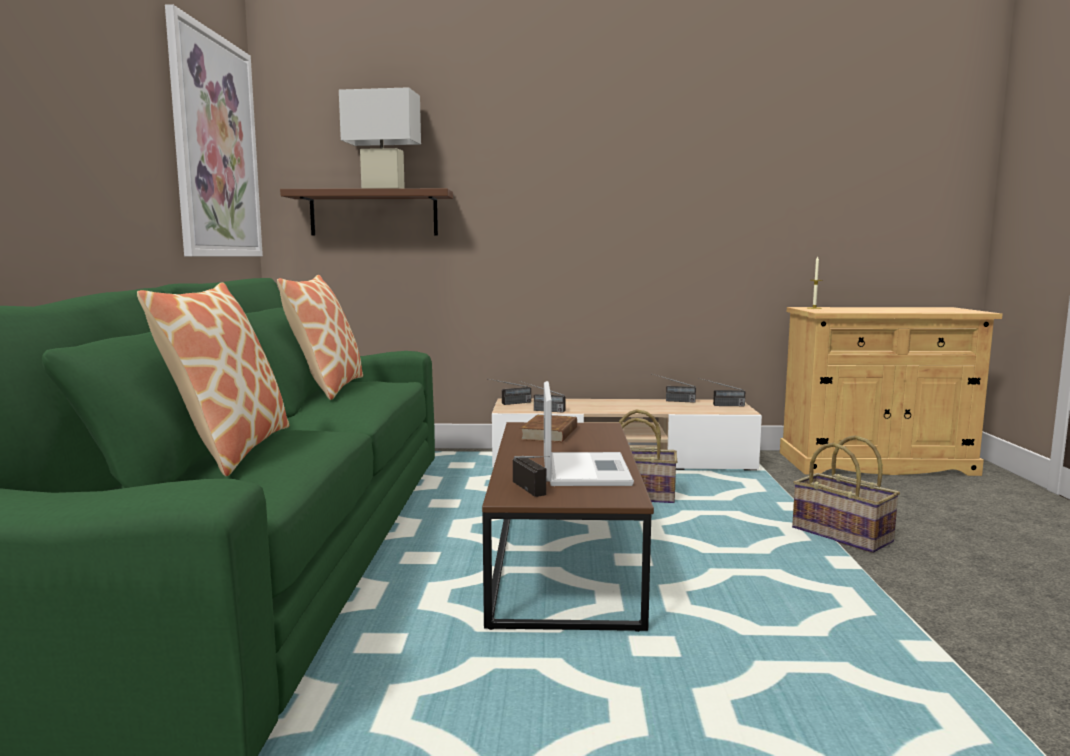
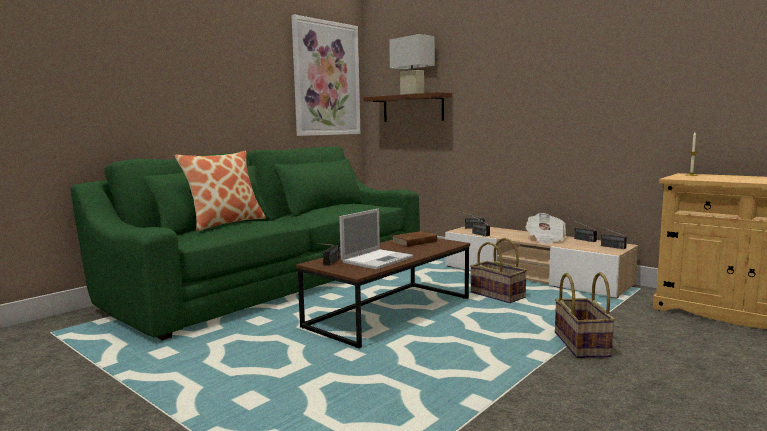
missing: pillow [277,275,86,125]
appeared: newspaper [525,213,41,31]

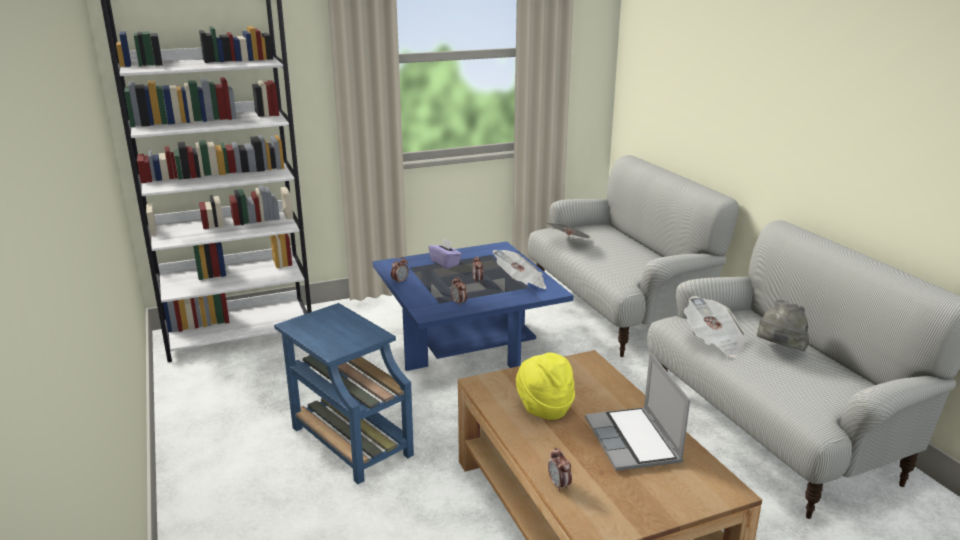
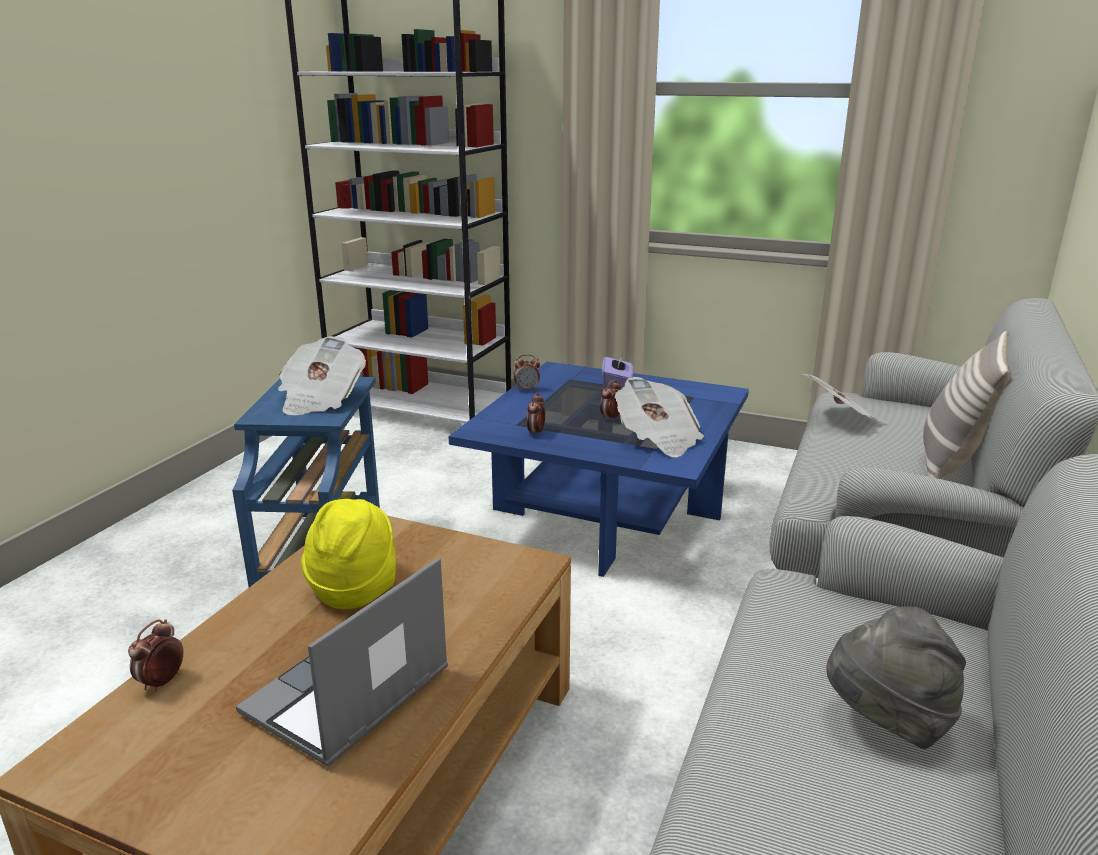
appeared: pillow [923,331,87,148]
relocated: newspaper [684,296,64,61] to [278,336,88,79]

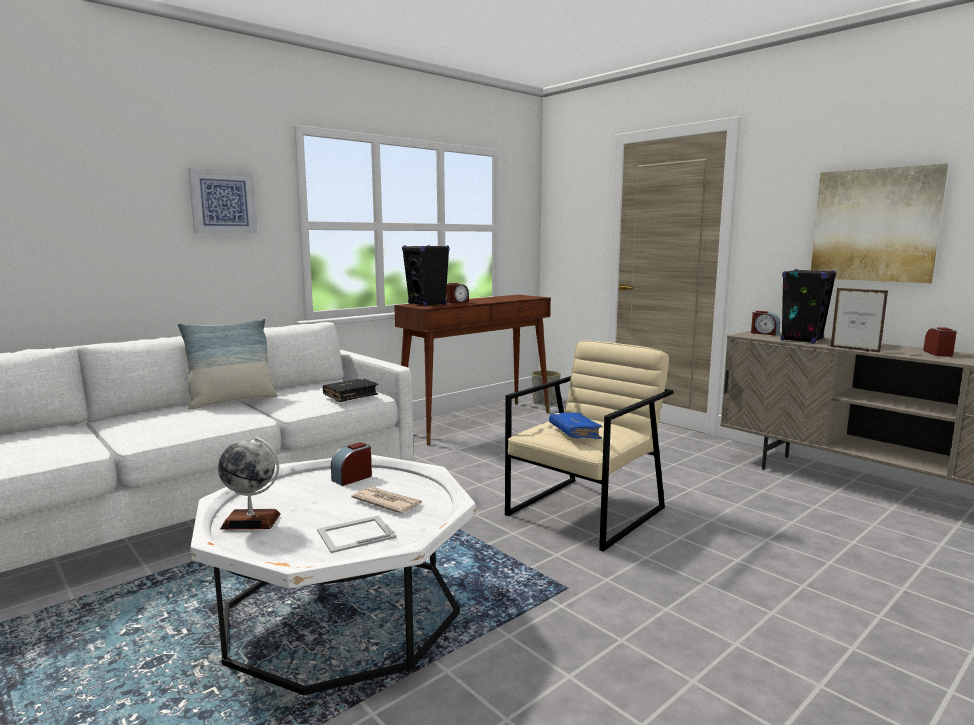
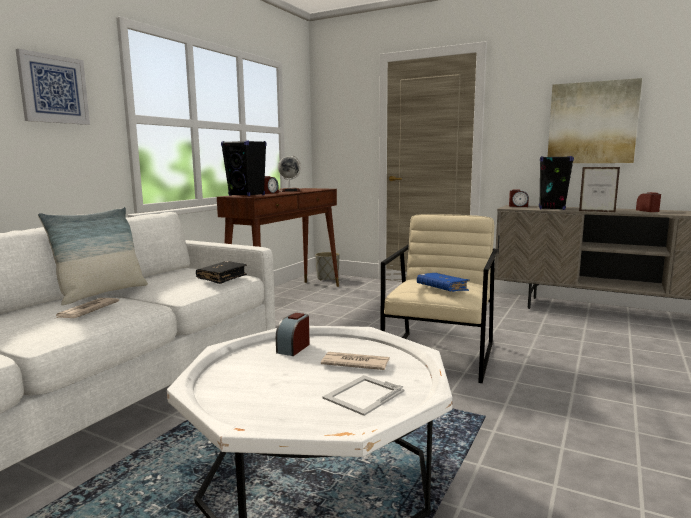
appeared: newspaper [56,298,63,20]
relocated: globe [218,437,63,93] to [278,155,23,37]

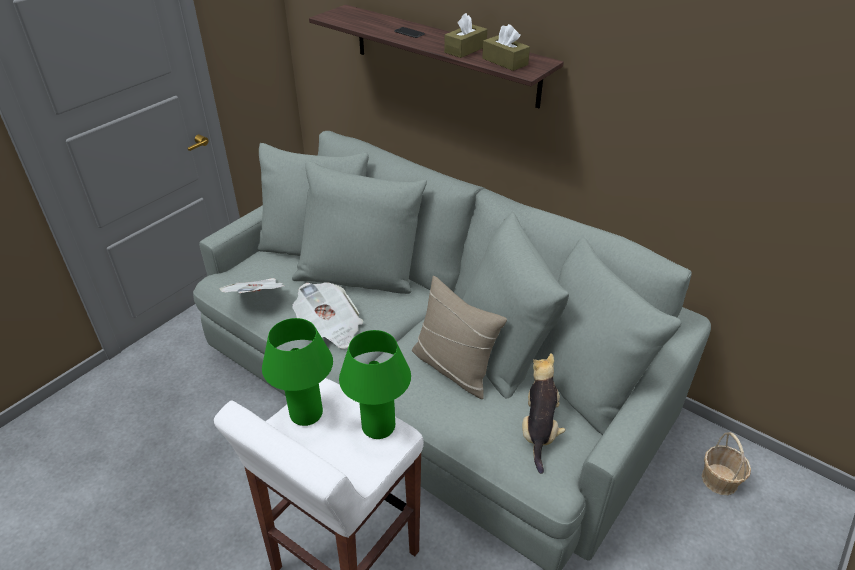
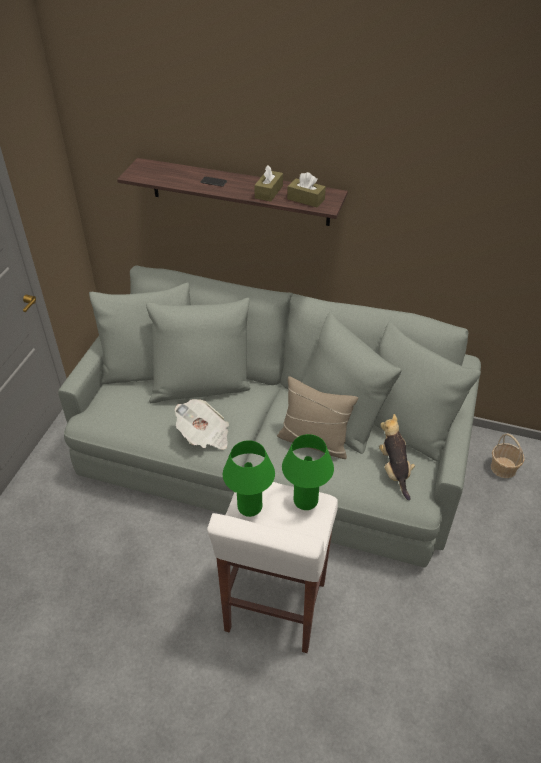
missing: newspaper [220,278,64,15]

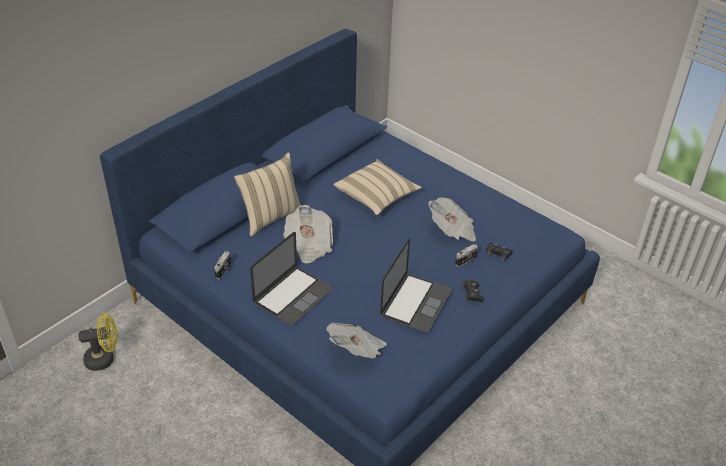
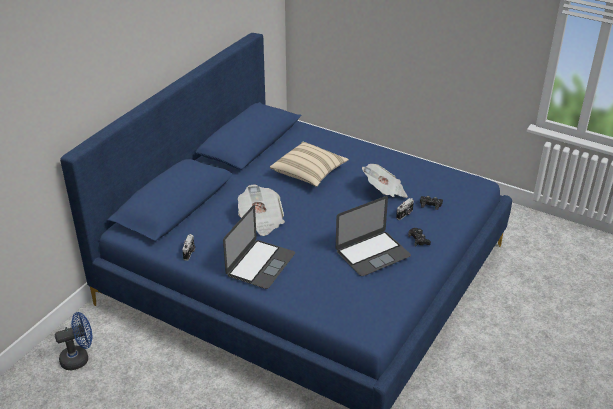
missing: beige pillow [234,152,67,85]; newspaper [326,323,61,36]
colour: yellow fan [78,313,39,58] to blue fan [55,312,38,58]
spun: laptop [380,239,72,94] = [336,196,75,80] 45 degrees clockwise

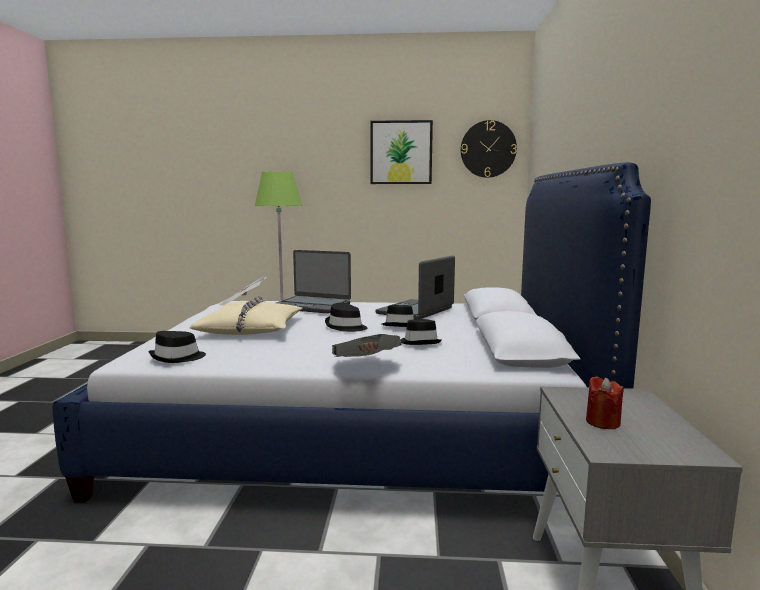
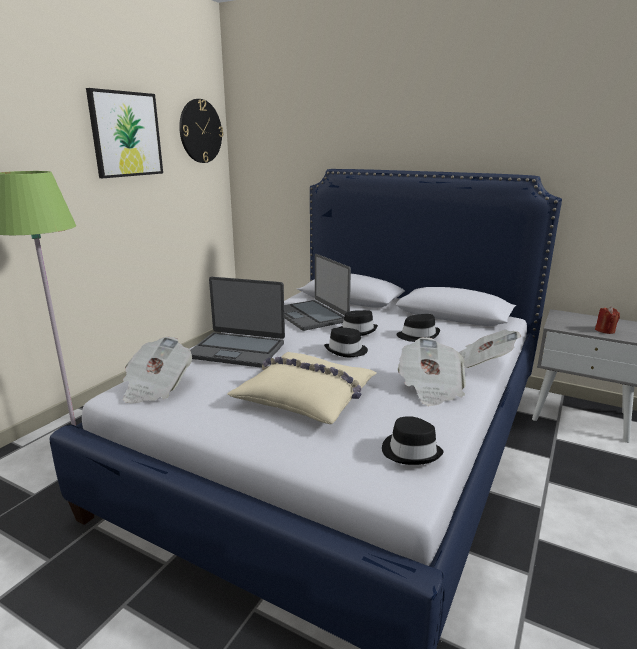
appeared: newspaper [397,337,69,69]
spun: laptop [276,250,75,64] = [190,277,95,91] 60 degrees clockwise

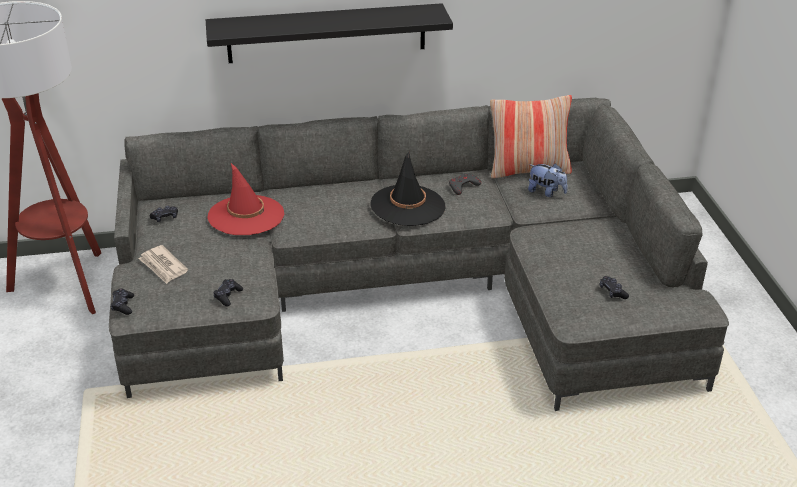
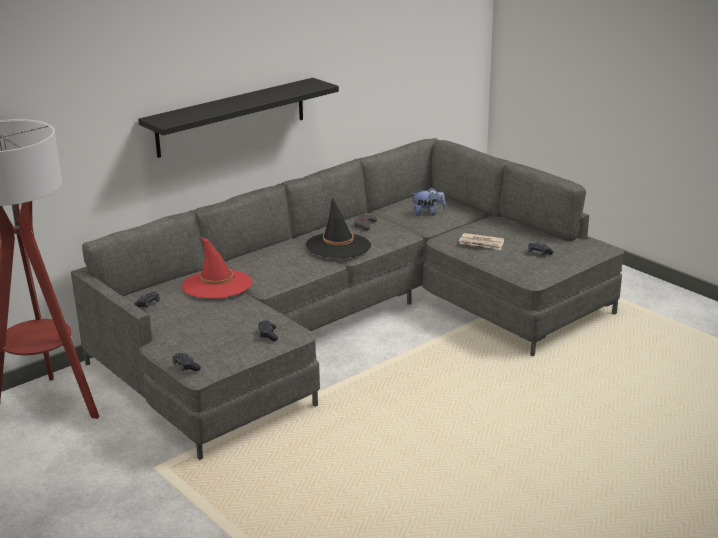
missing: pillow [490,95,82,84]
relocated: newspaper [138,245,50,39] to [459,233,45,17]

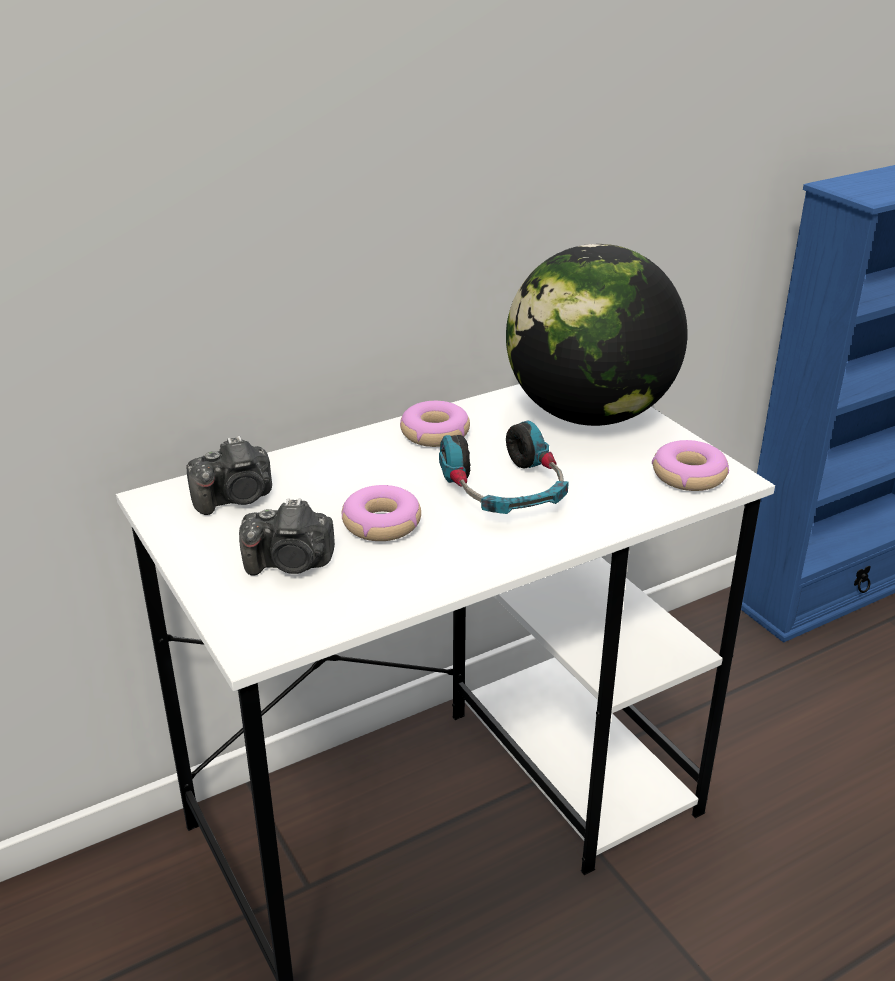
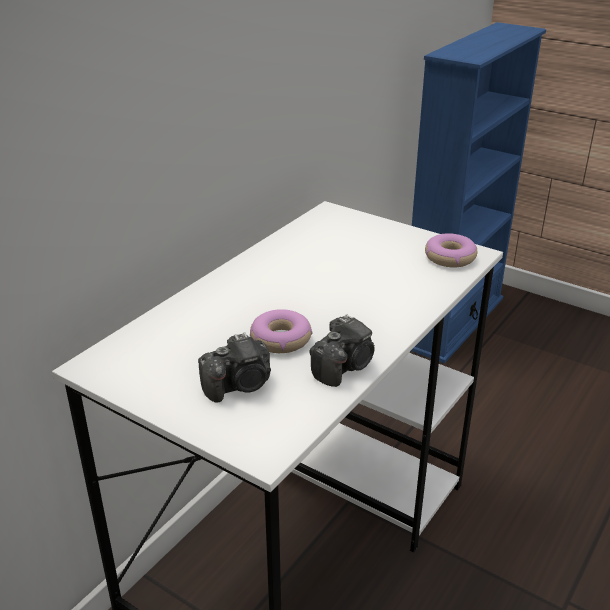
missing: globe [506,244,182,182]; donut [400,401,70,46]; headphones [439,421,130,93]
relocated: photo camera [186,436,86,79] to [309,314,66,73]

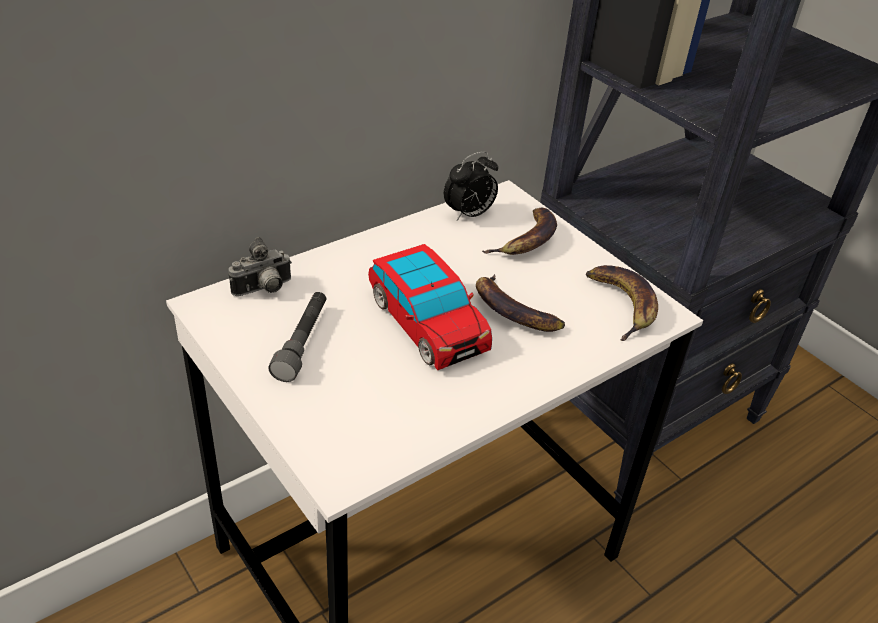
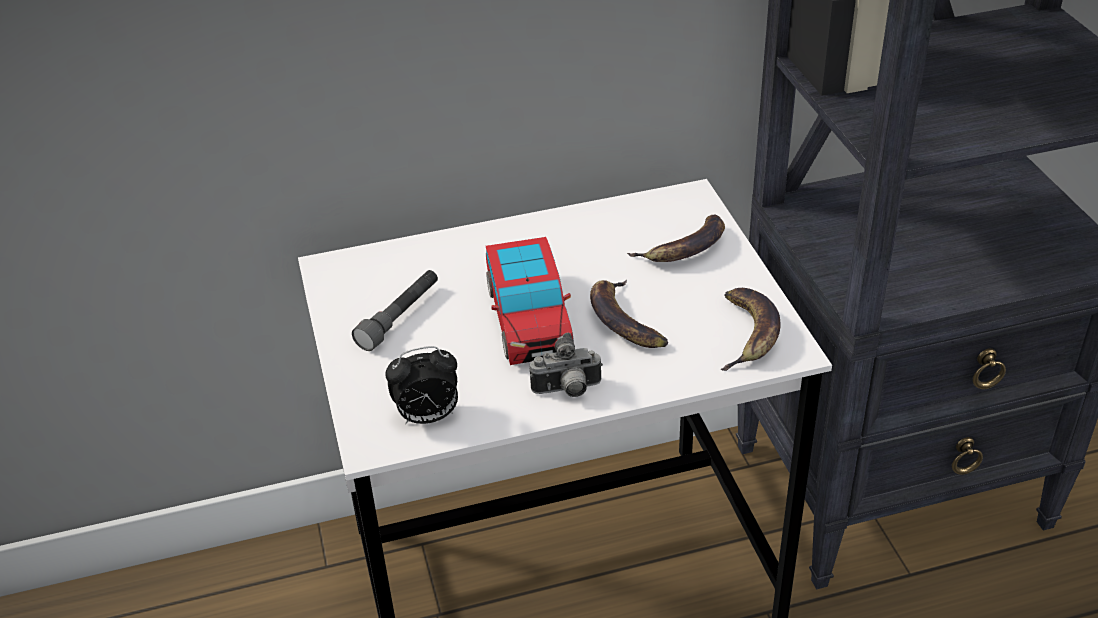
relocated: alarm clock [444,151,54,69] to [385,346,73,78]; photo camera [228,237,64,59] to [530,333,72,64]

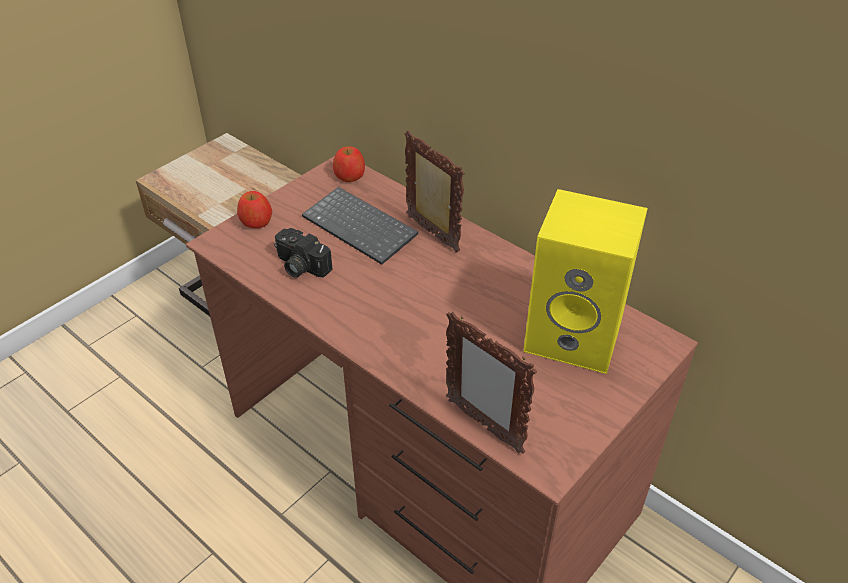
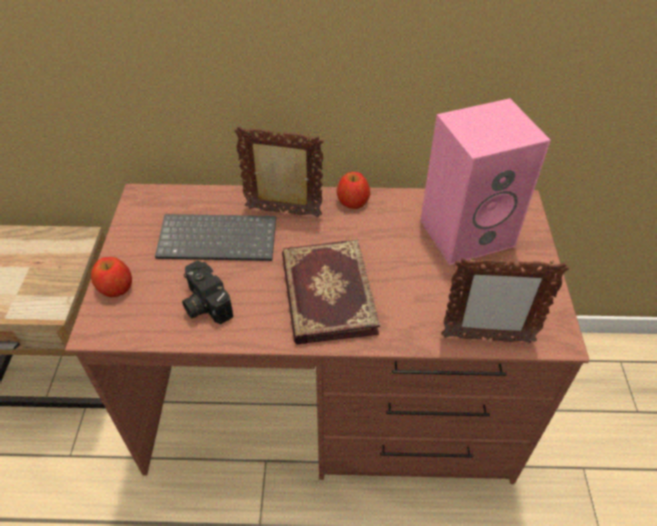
appeared: book [282,239,98,105]
relocated: apple [333,146,32,36] to [337,172,33,37]
colour: yellow speaker [523,189,125,185] to pink speaker [420,98,131,167]
spun: photo camera [274,228,58,50] = [182,260,51,65] 60 degrees clockwise

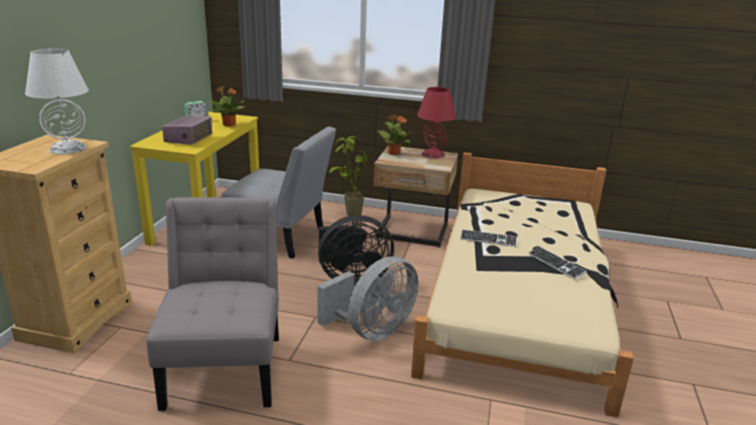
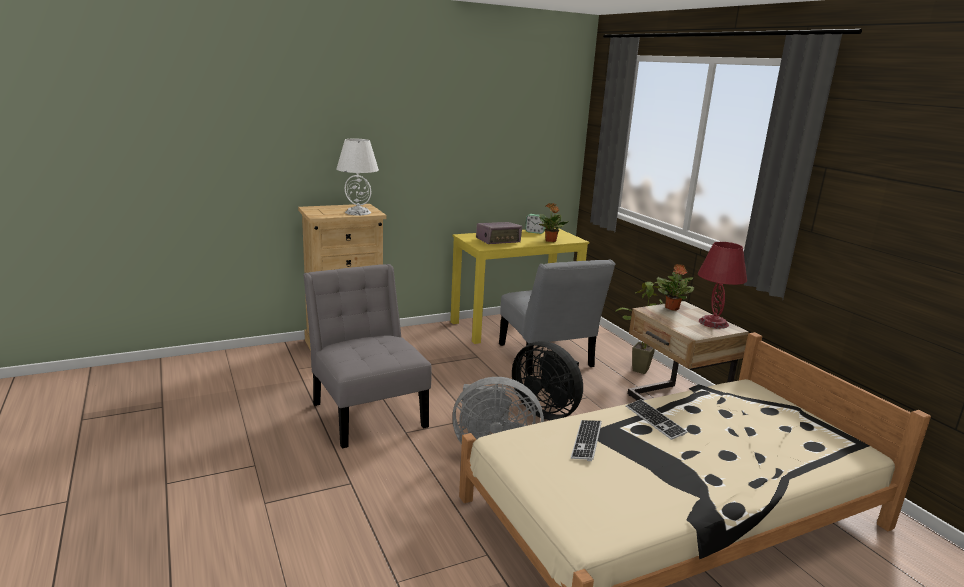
relocated: keyboard [528,247,59,33] to [571,420,31,41]
spun: grey chair [146,197,133,214] = [303,264,129,185] 75 degrees counterclockwise

